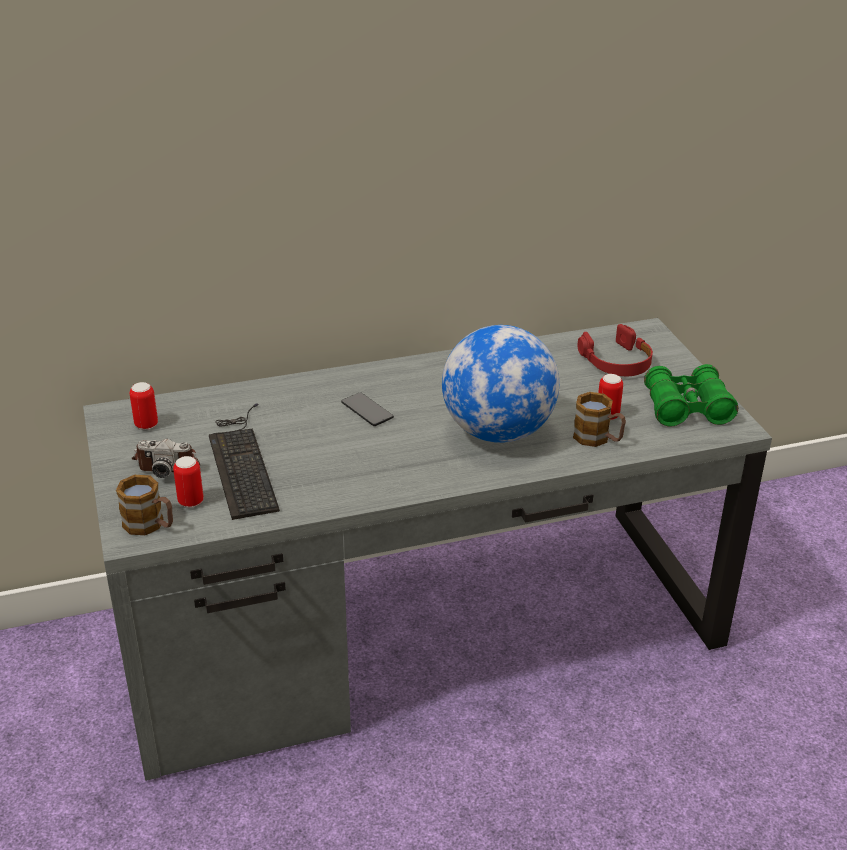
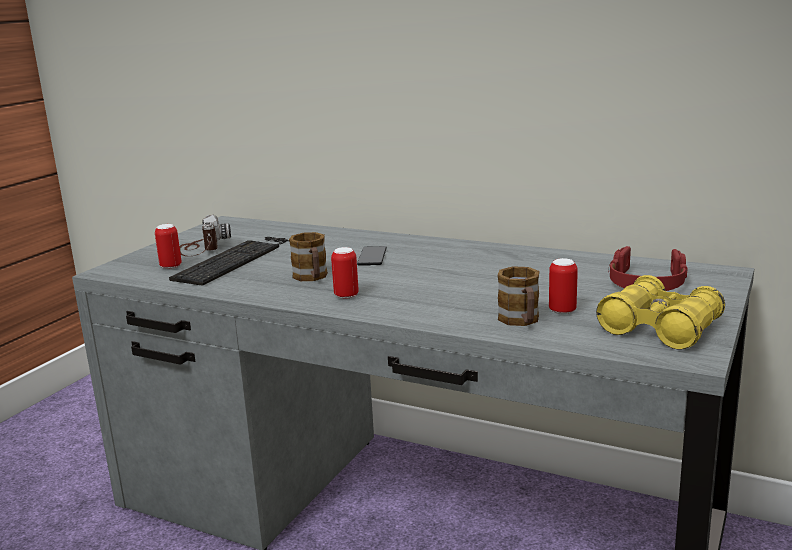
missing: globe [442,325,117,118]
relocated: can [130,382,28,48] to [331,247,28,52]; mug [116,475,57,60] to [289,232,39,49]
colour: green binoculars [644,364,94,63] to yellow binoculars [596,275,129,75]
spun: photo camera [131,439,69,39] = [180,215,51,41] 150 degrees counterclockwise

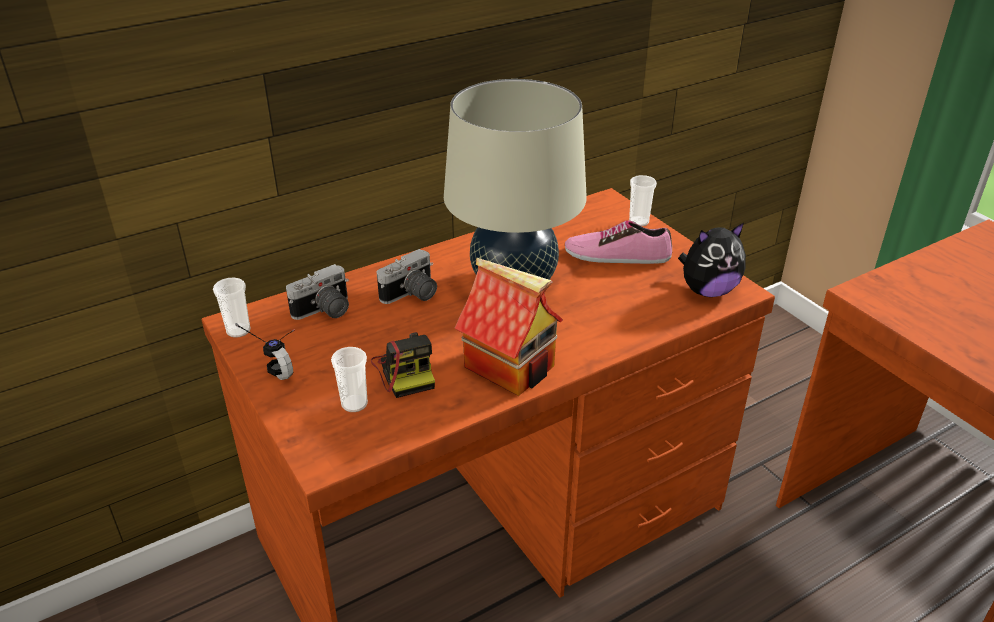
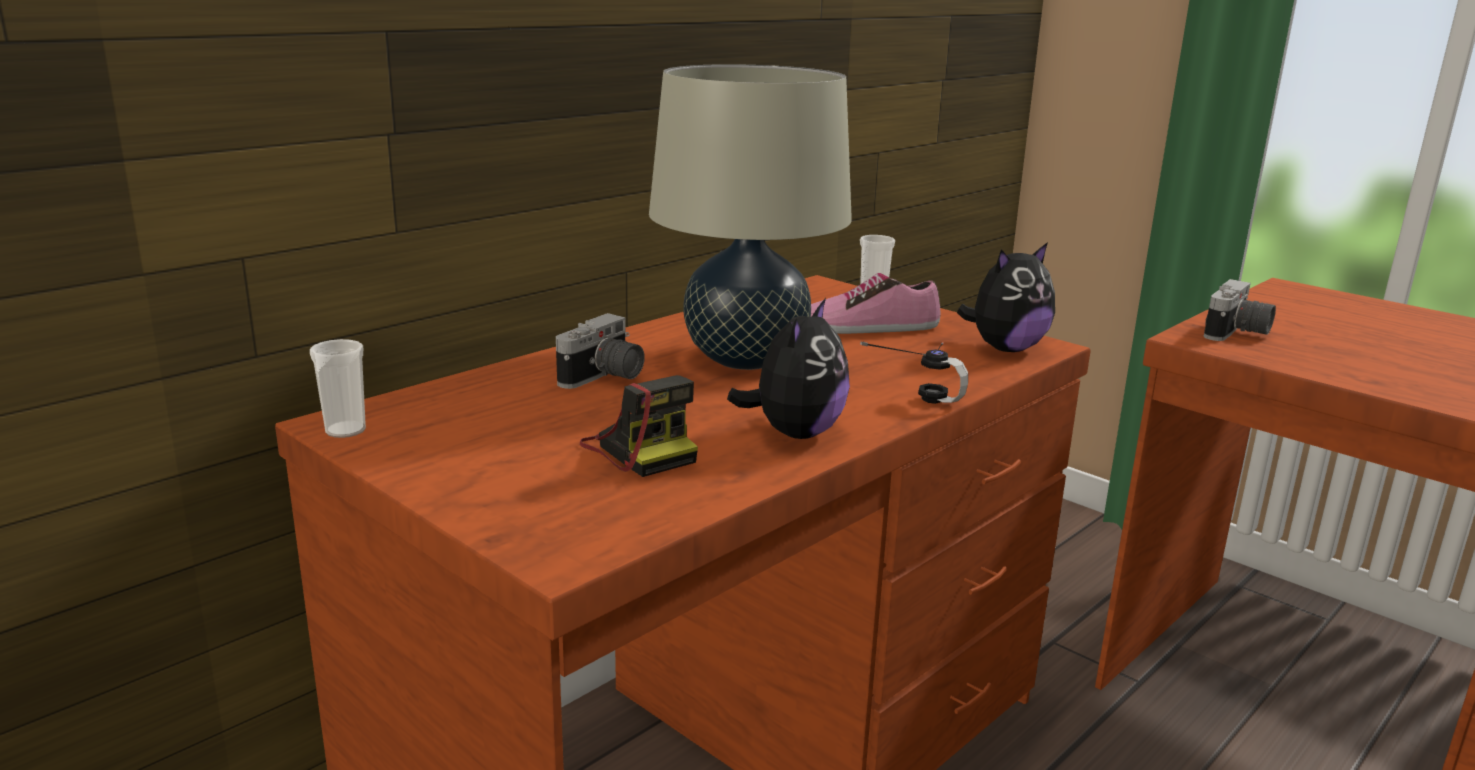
missing: cup [331,347,37,65]
relocated: photo camera [286,264,63,56] to [1204,279,72,62]; headphones [235,323,60,57] to [860,342,108,62]
exchanged: toy house [454,258,109,138] to plush toy [727,298,123,141]

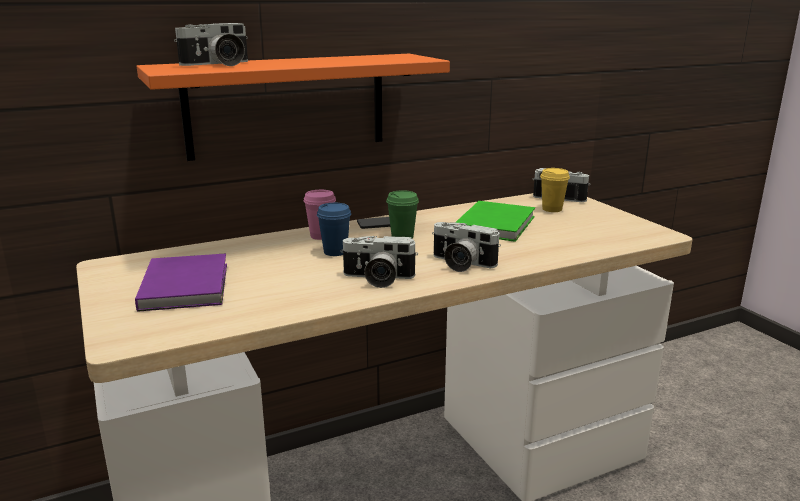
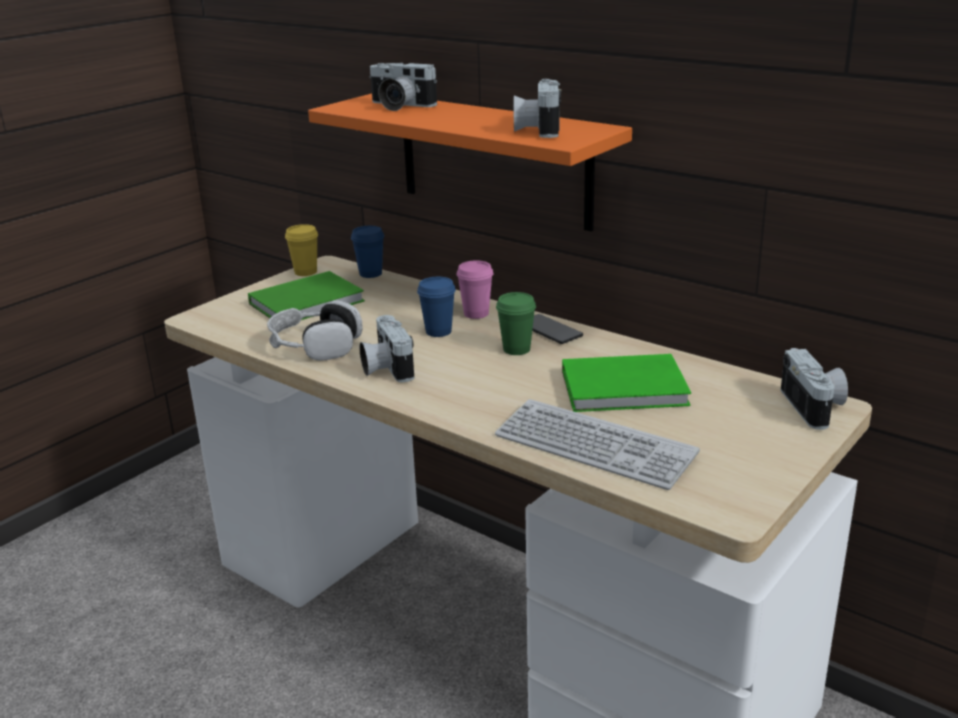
appeared: blue cup [351,226,33,52]; headphones [267,300,96,61]; keyboard [495,399,205,91]
relocated: yellow cup [540,168,30,44] to [285,224,33,52]; photo camera [432,222,69,50] to [514,79,47,59]
colour: purple book [135,253,92,59] to green book [248,271,117,49]

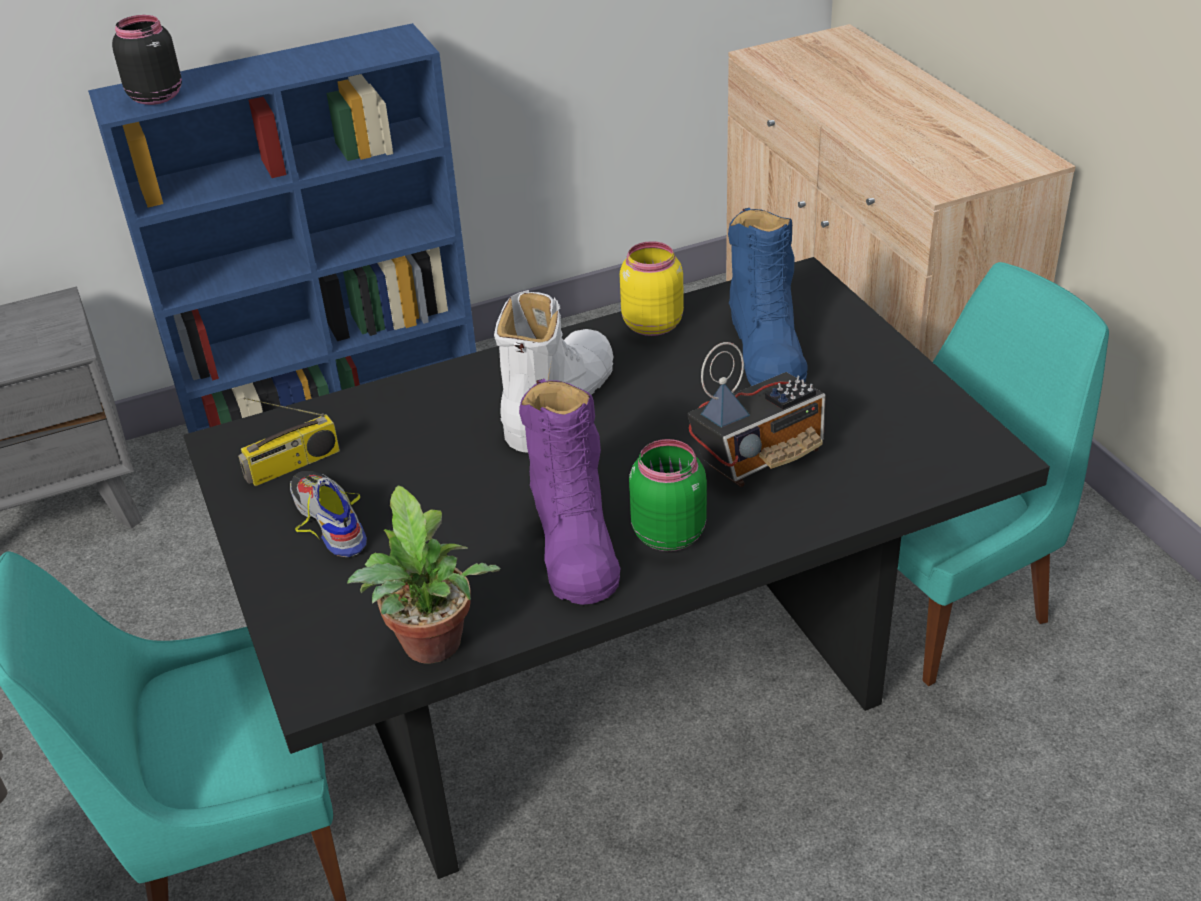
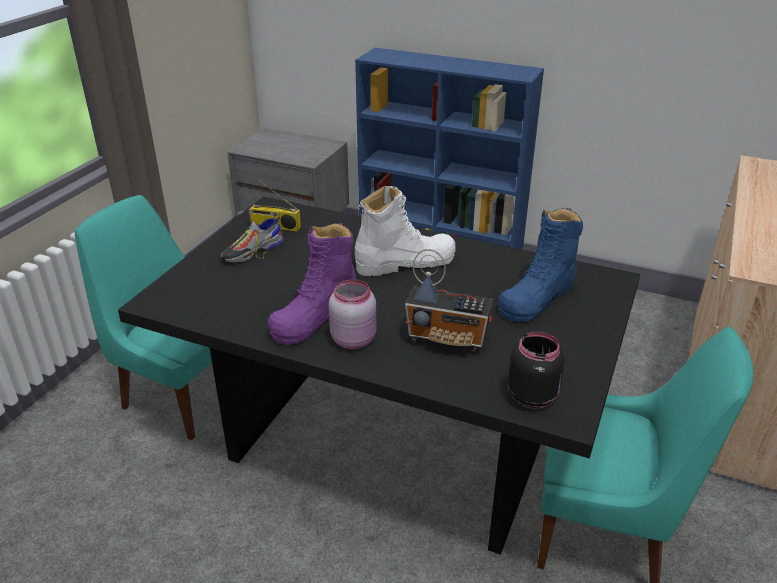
missing: yellow jar [620,241,64,95]; potted plant [347,485,153,178]
relocated: black jar [112,15,70,90] to [508,332,56,77]
colour: green jar [629,439,78,112] to pink jar [329,279,47,70]
spun: shoe [290,471,77,86] = [221,217,62,45] 150 degrees counterclockwise

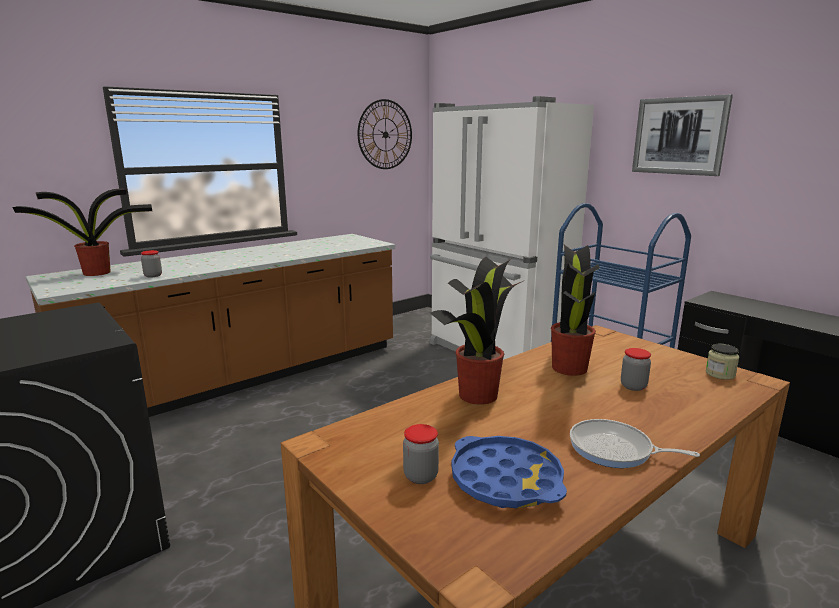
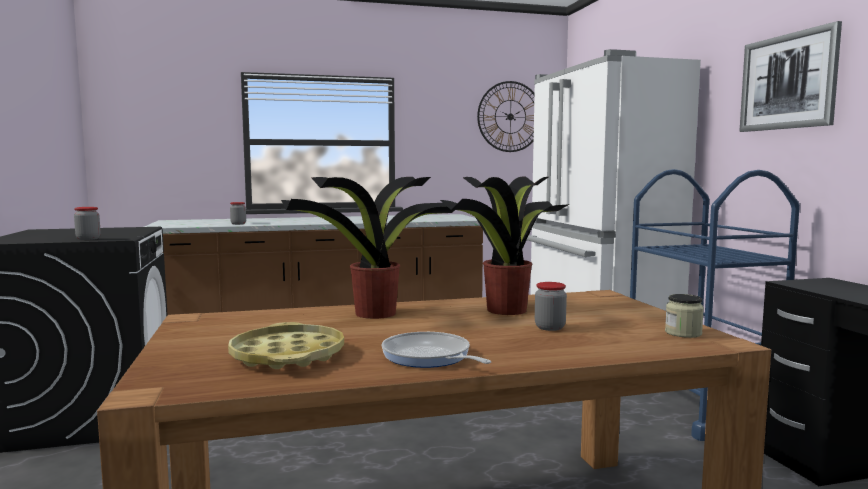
missing: potted plant [12,188,140,88]
relocated: jar [403,424,36,60] to [74,207,27,33]
colour: blue tray [452,436,115,72] to yellow tray [228,322,116,47]

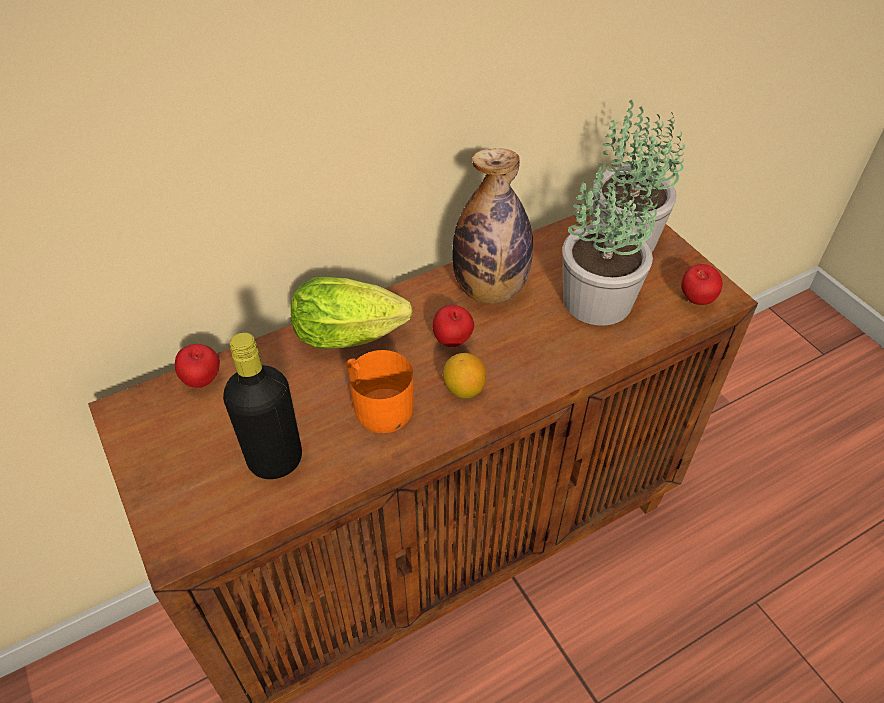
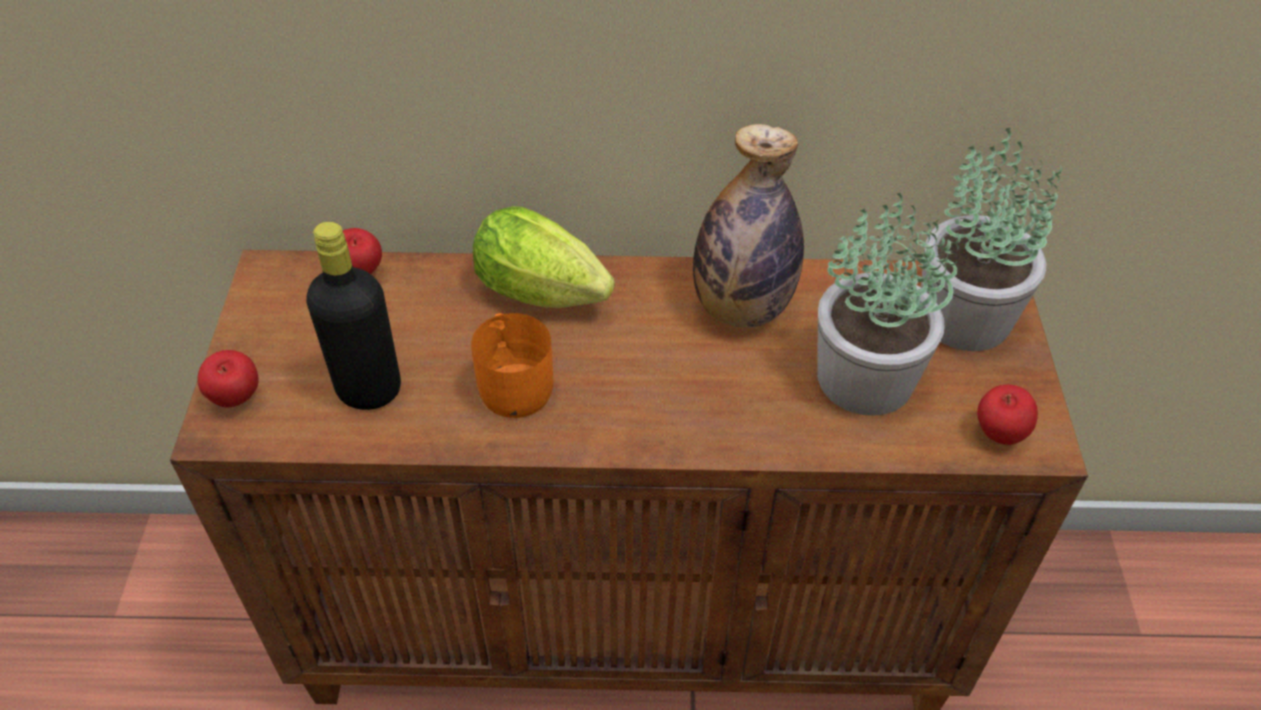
missing: lemon [443,353,43,46]
relocated: apple [432,305,42,42] to [197,350,62,57]

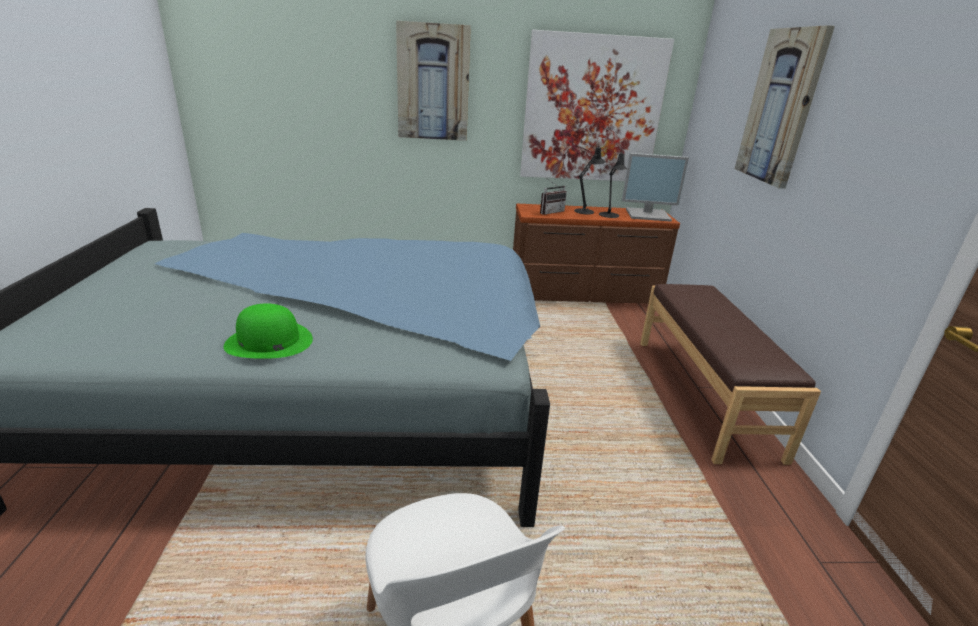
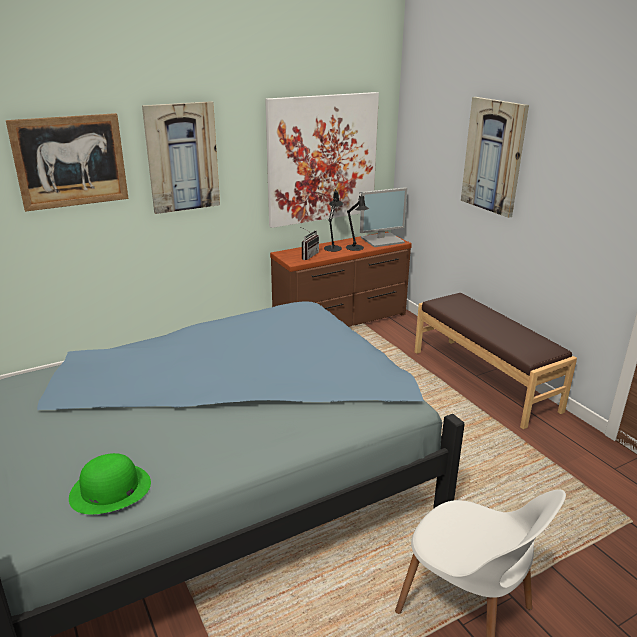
appeared: picture [6,113,123,99]
relocated: green hat [224,304,89,55] to [69,453,82,61]

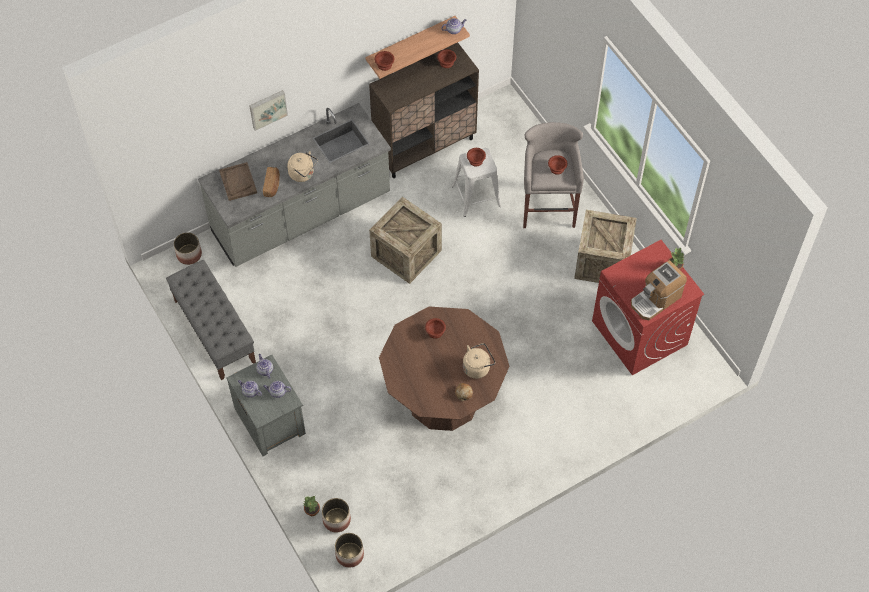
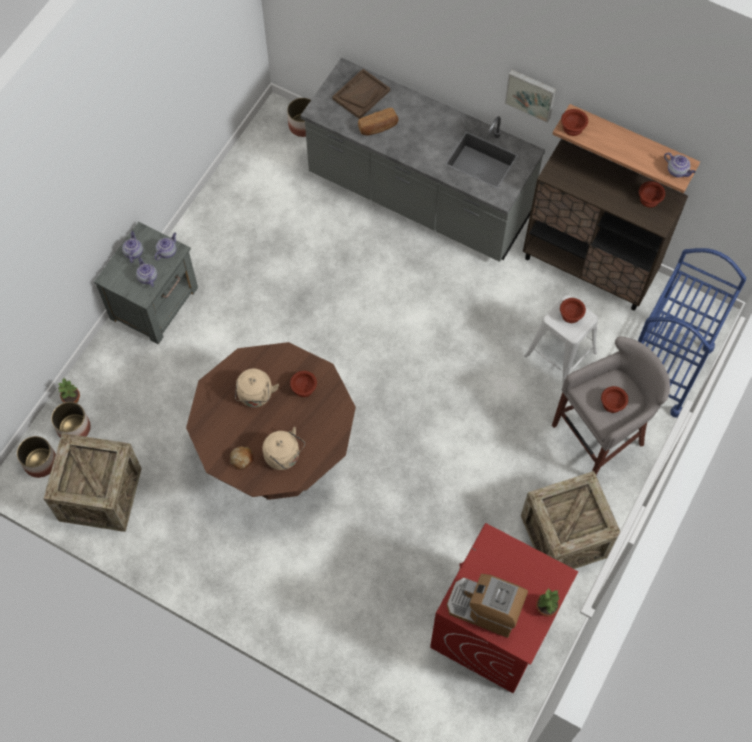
missing: grey bench [166,260,90,120]
appeared: blue cart [638,248,108,170]
relocated: picture [249,90,39,41] to [505,70,51,53]; beige kettle [287,151,31,31] to [235,368,44,39]; crate [369,197,73,87] to [43,433,99,99]

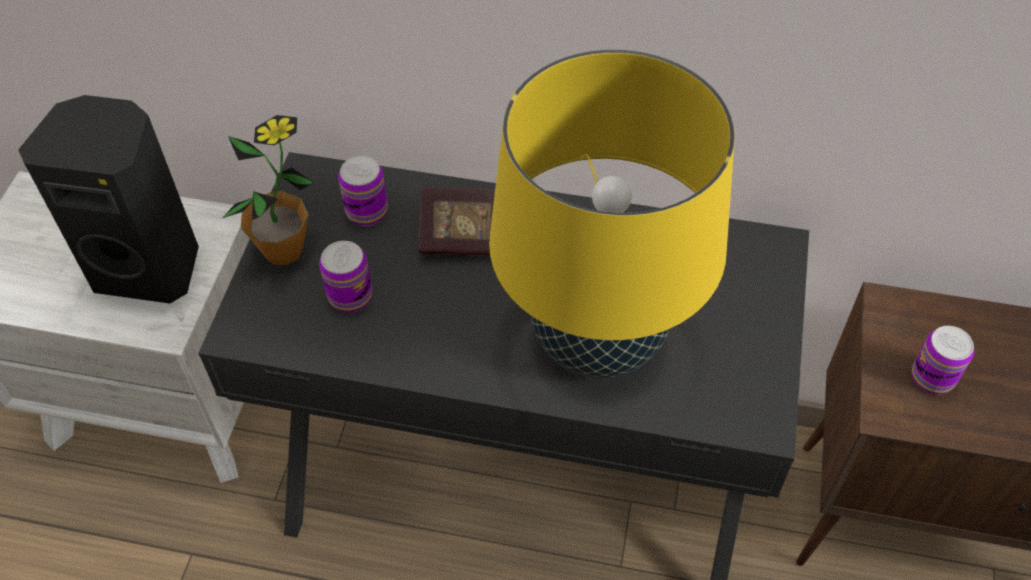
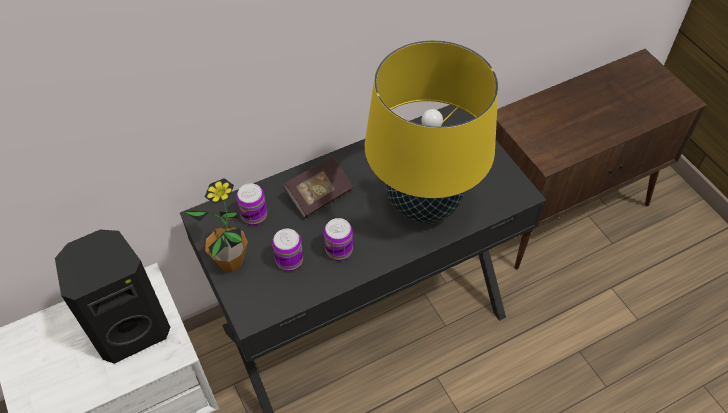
relocated: can [912,326,62,68] to [324,218,29,43]

